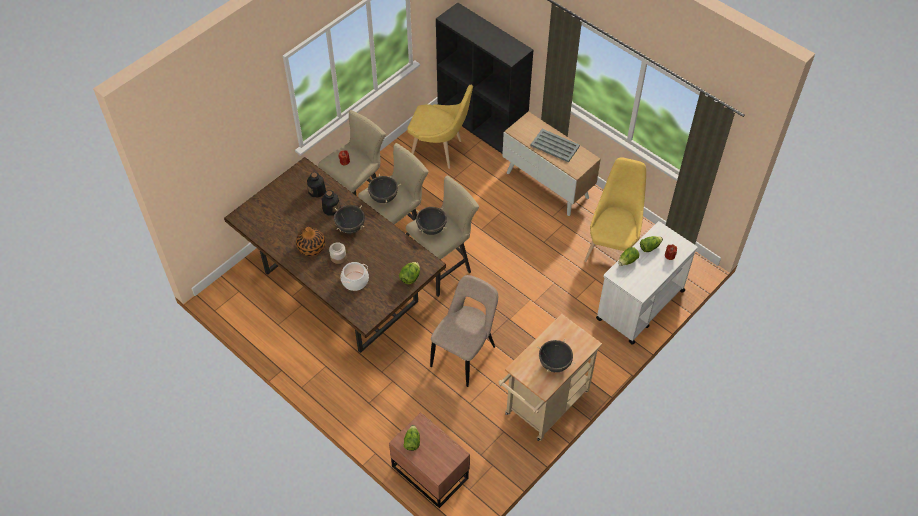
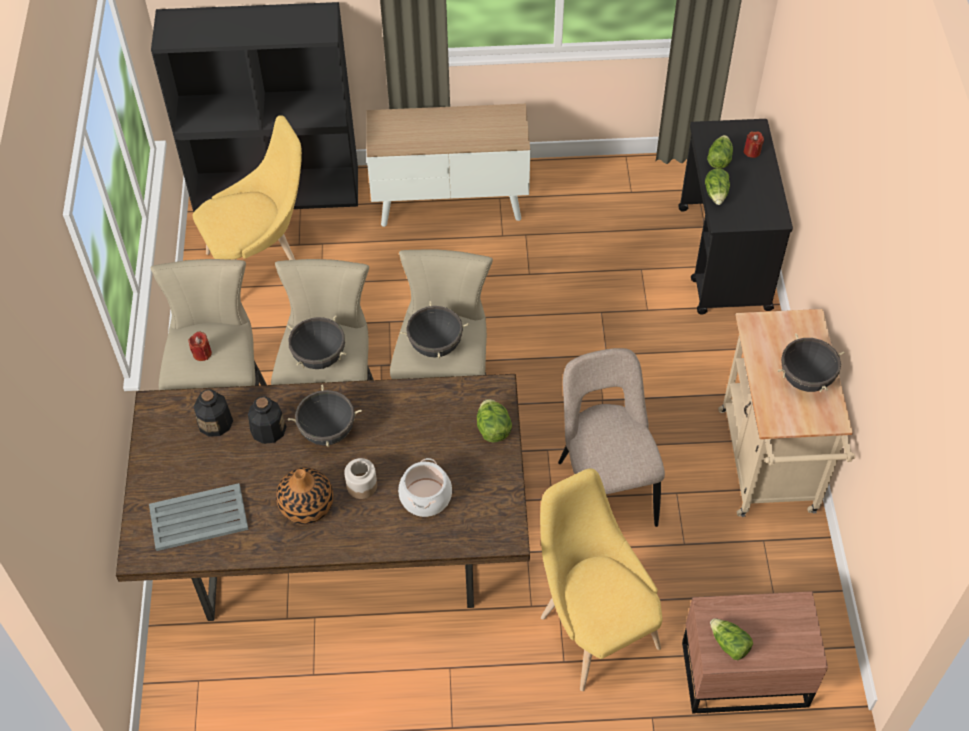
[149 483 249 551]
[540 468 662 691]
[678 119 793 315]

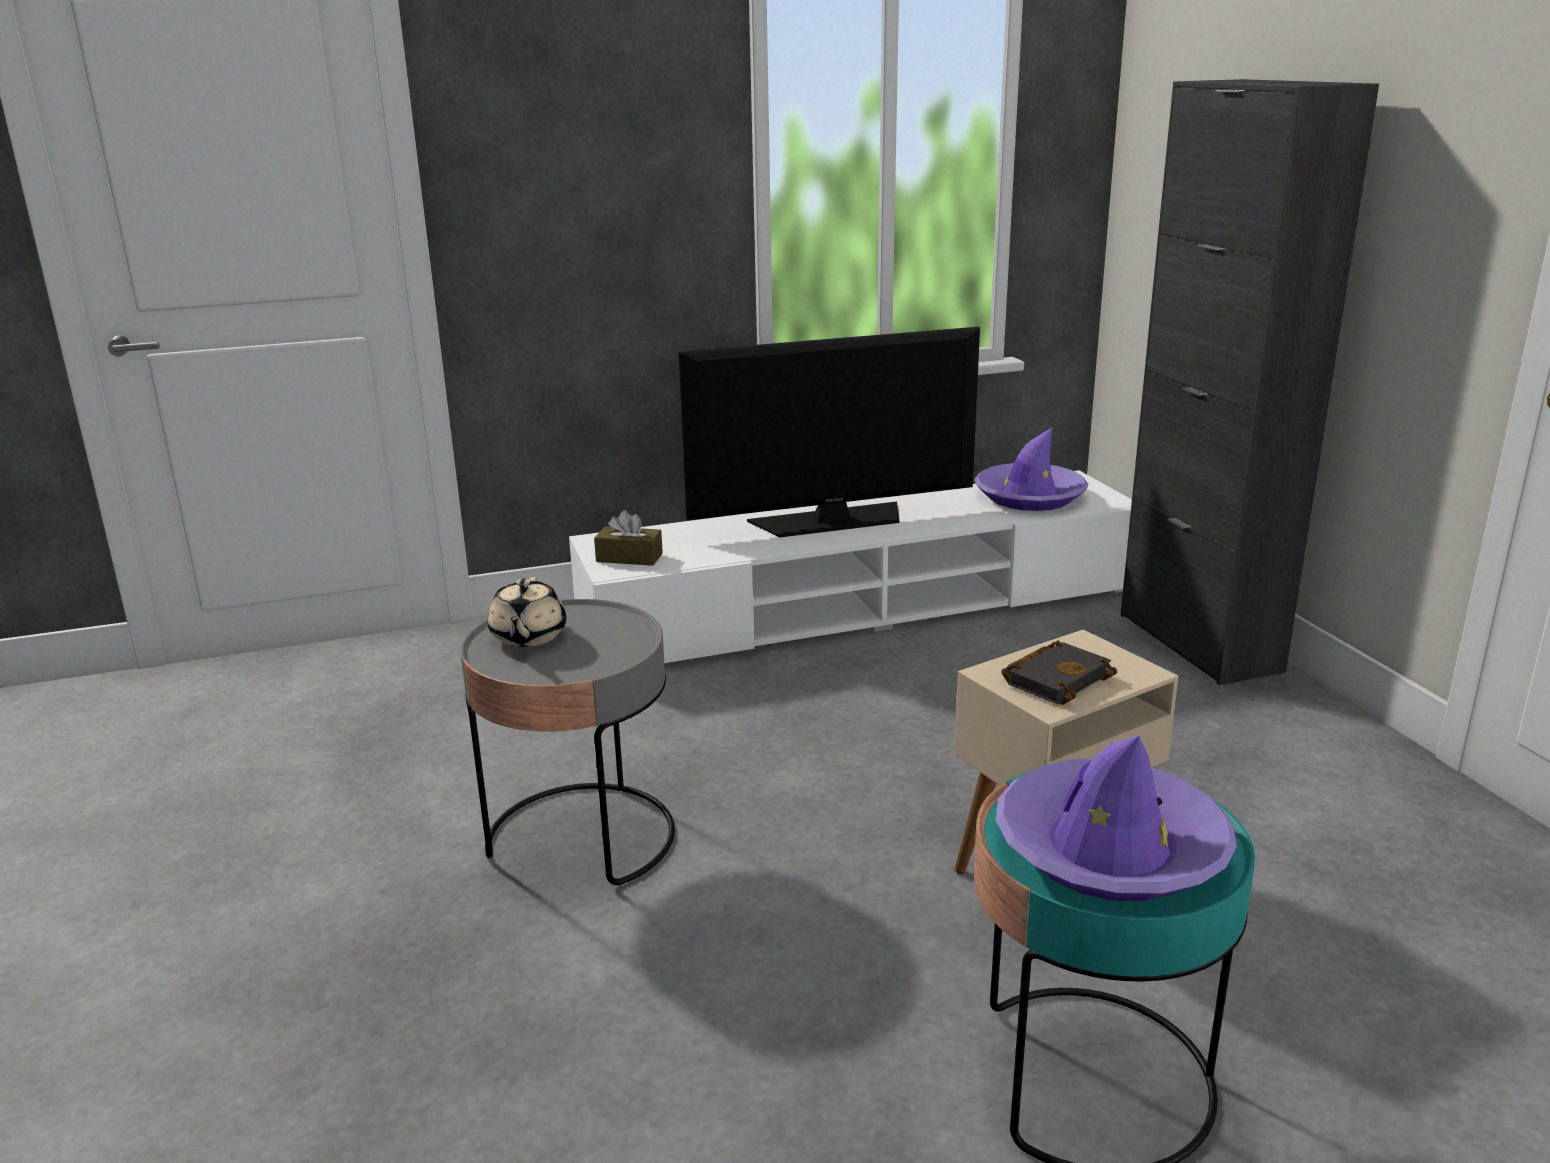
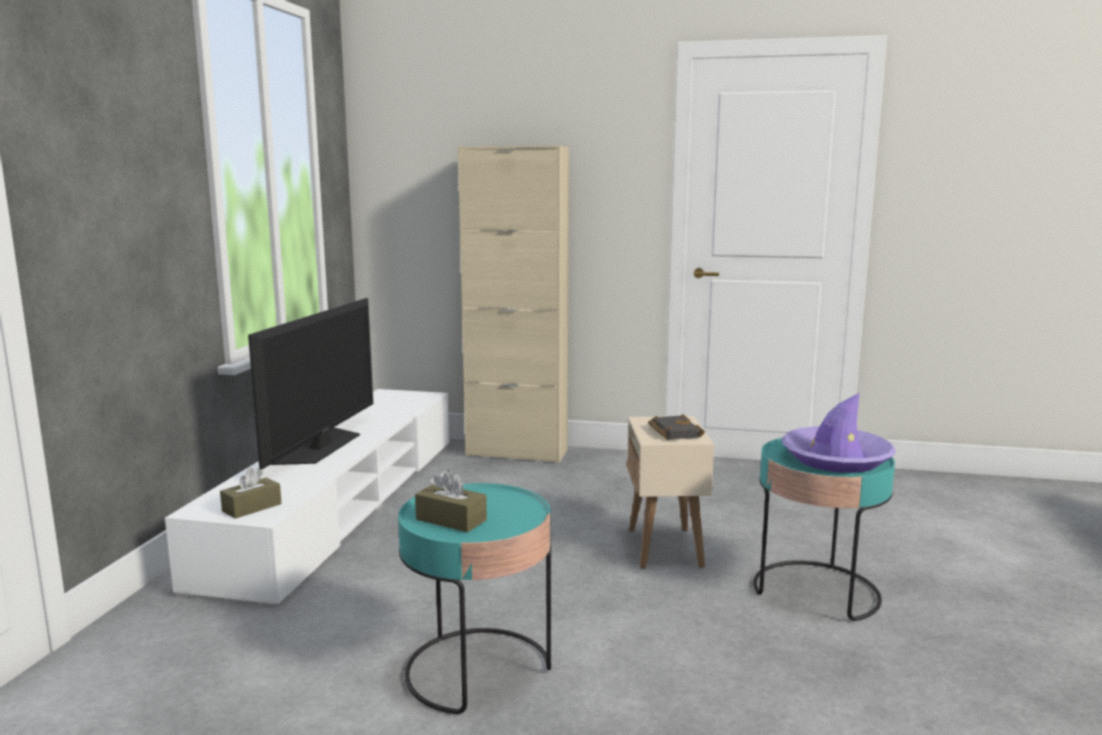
[458 146 569 463]
[974 428 1089 511] (first image)
[415 469 487 532]
[398 483 551 714]

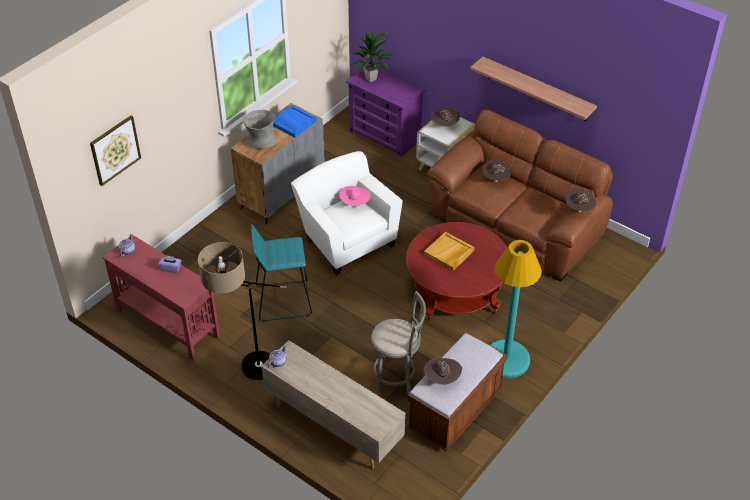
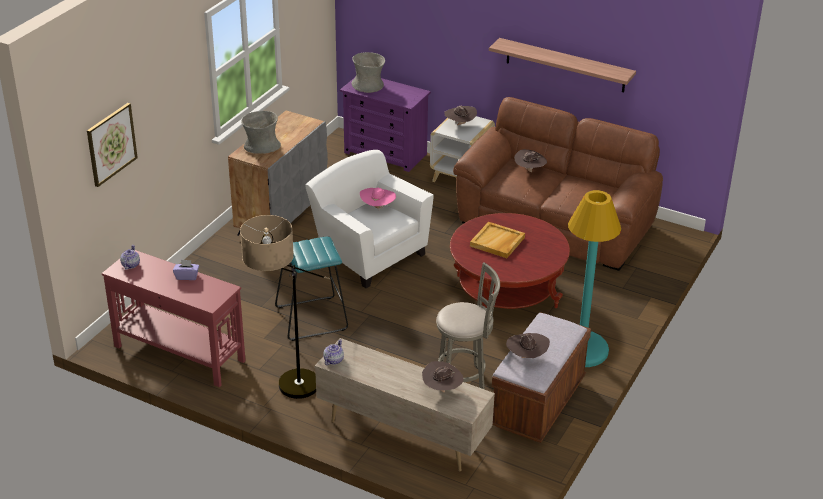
[352 52 385 93]
[273 105 317 138] (first image)
[422 361 464 392]

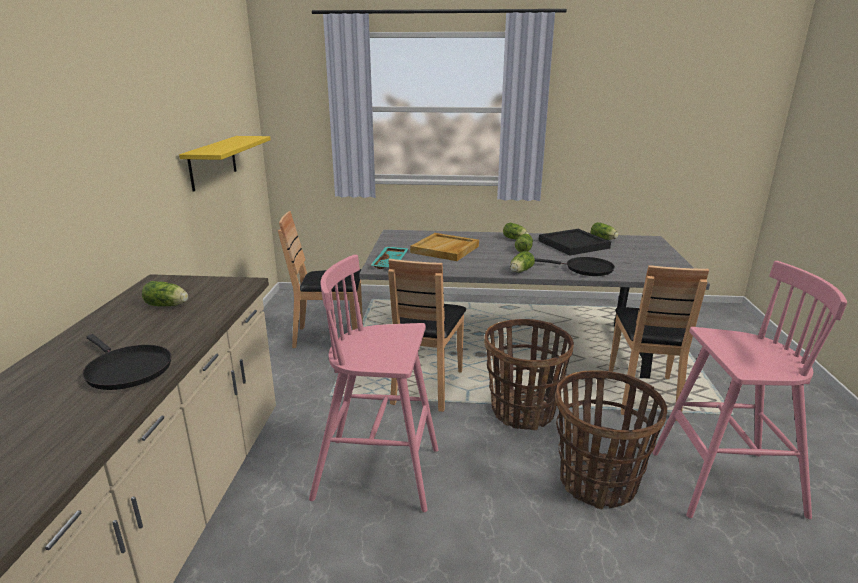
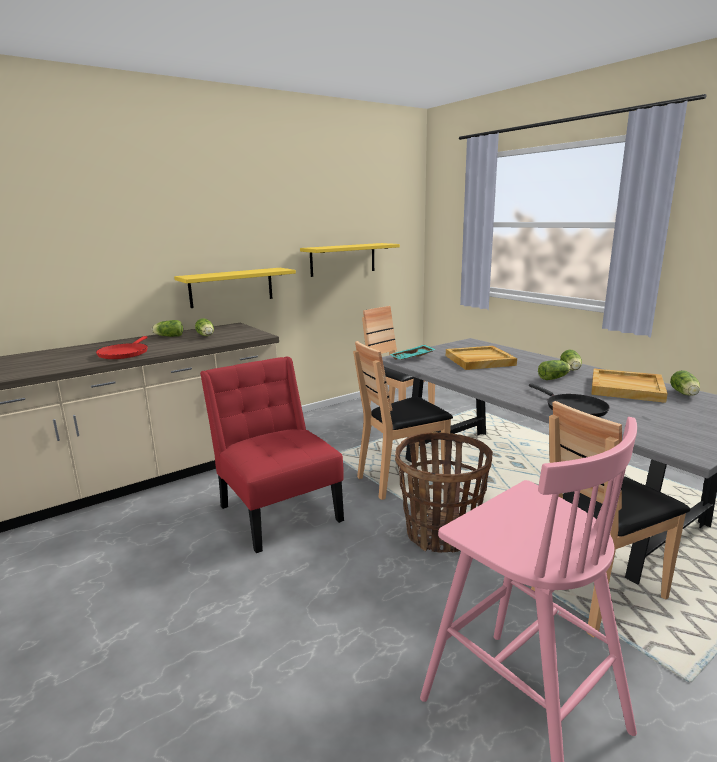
[591 369 668 403]
[152 320 183 337]
[200 356 344 553]
[96 336 148 359]
[555 370 667 509] (first image)
[174 268 296 308]

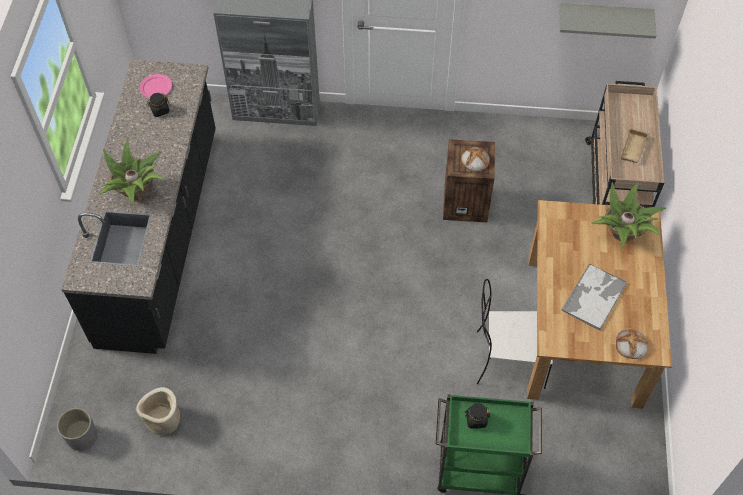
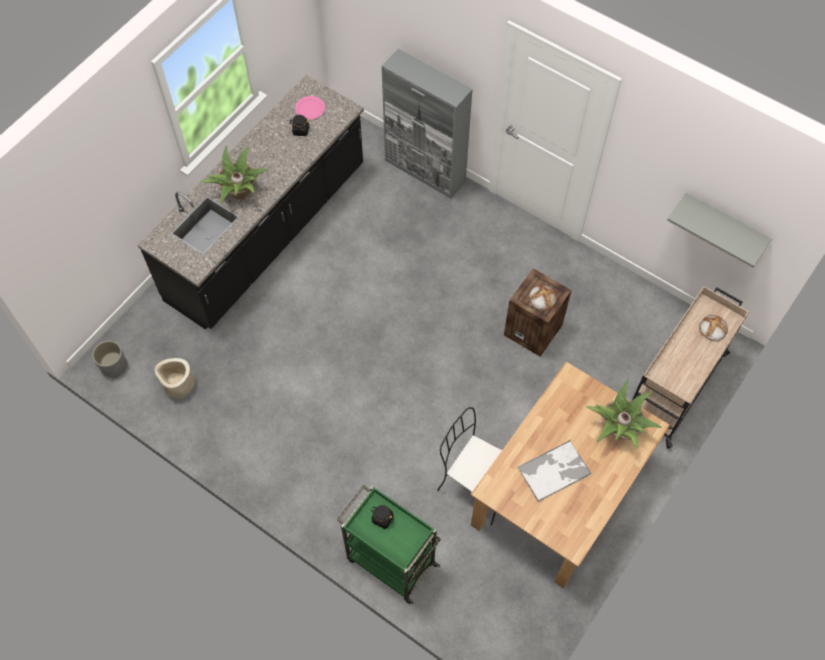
[620 128 649 163] (first image)
[699 315 728 341]

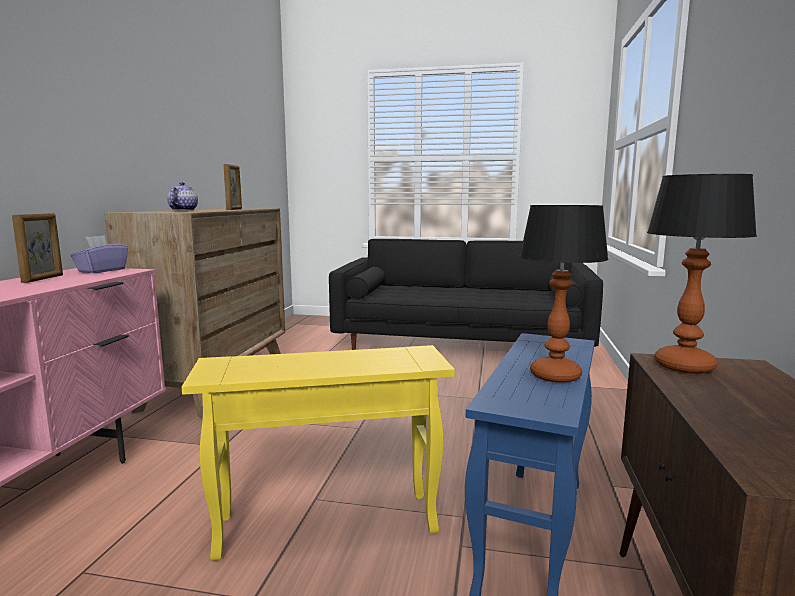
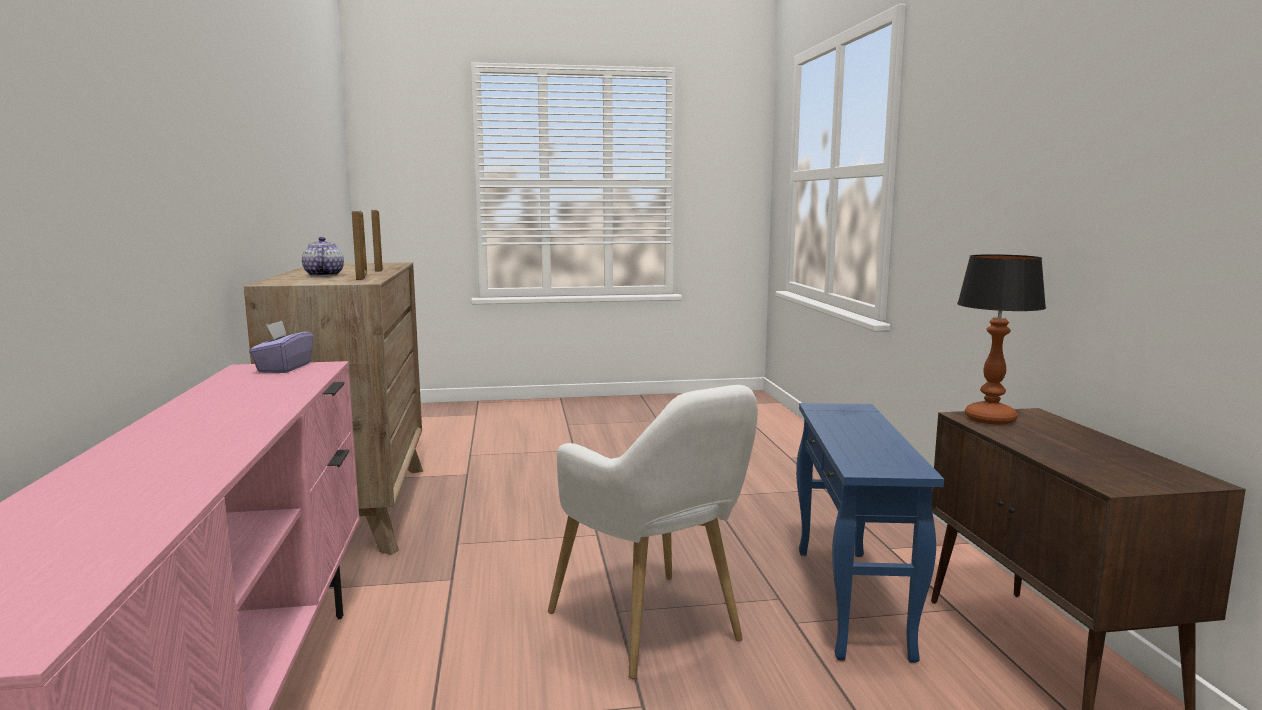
[519 205 609 383] (first image)
[352 211 367 280]
[329 239 603 350] (first image)
[548 385 758 679]

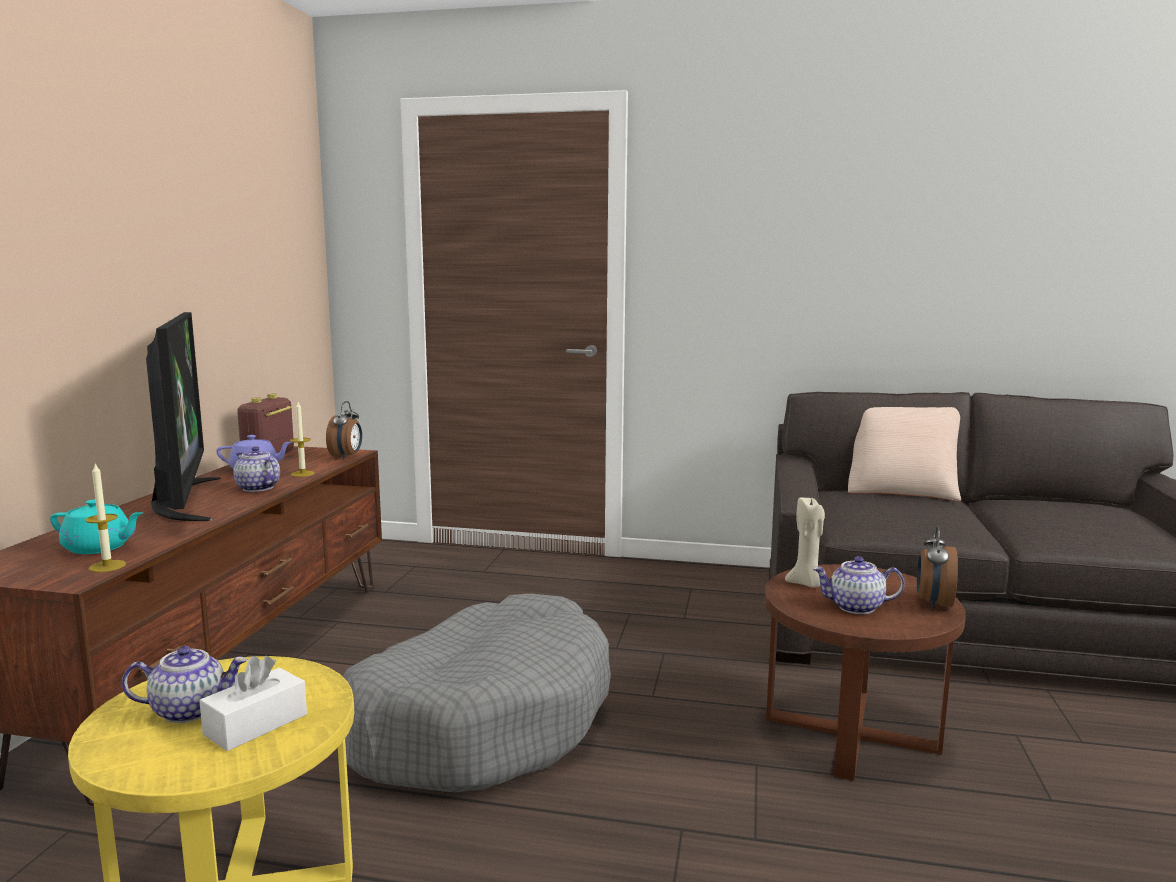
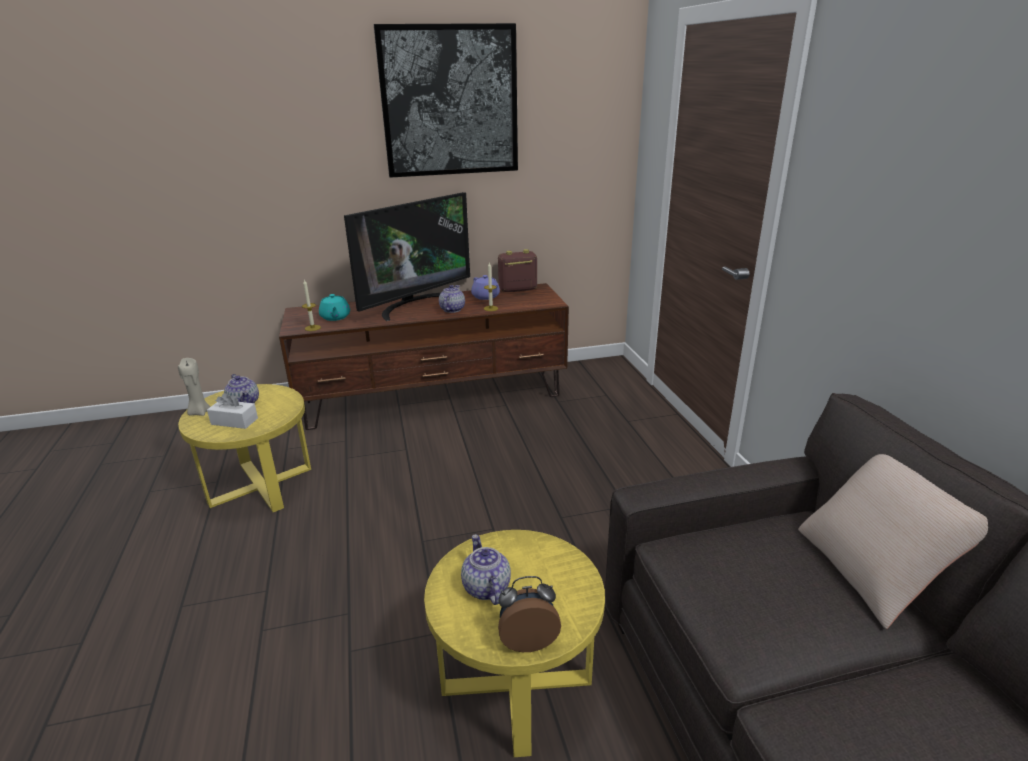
[326 401 362 460] (first image)
[178 358 210 416]
[424 530 605 757]
[343 594 611 792] (first image)
[374 23 518 178]

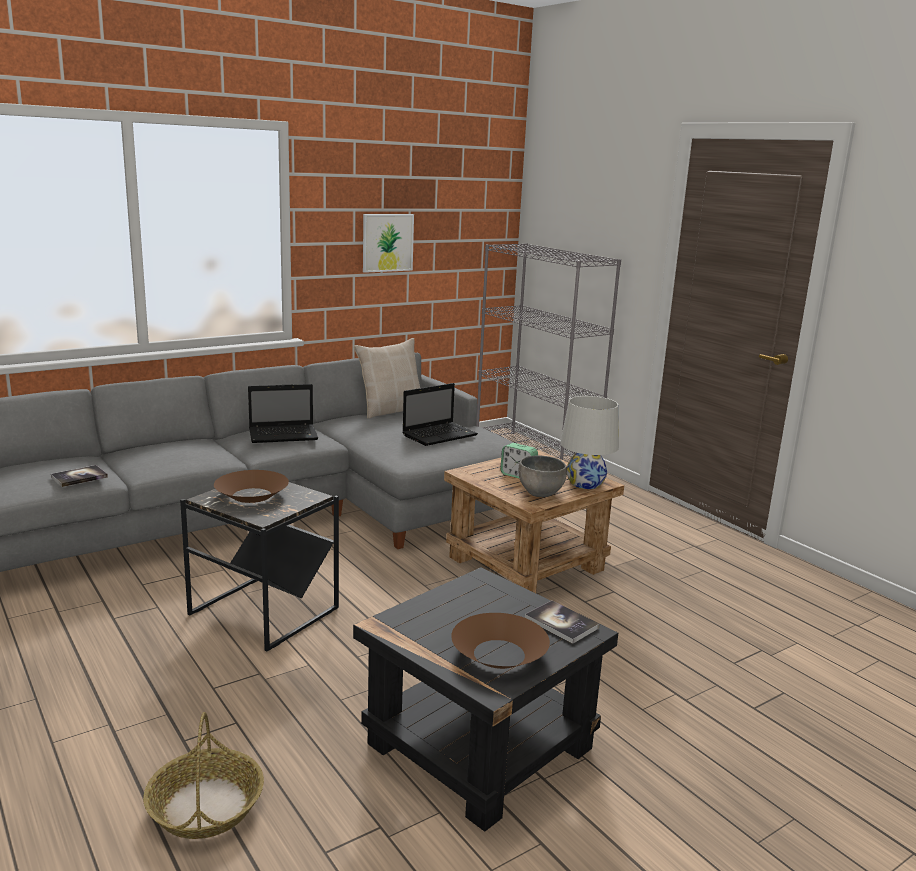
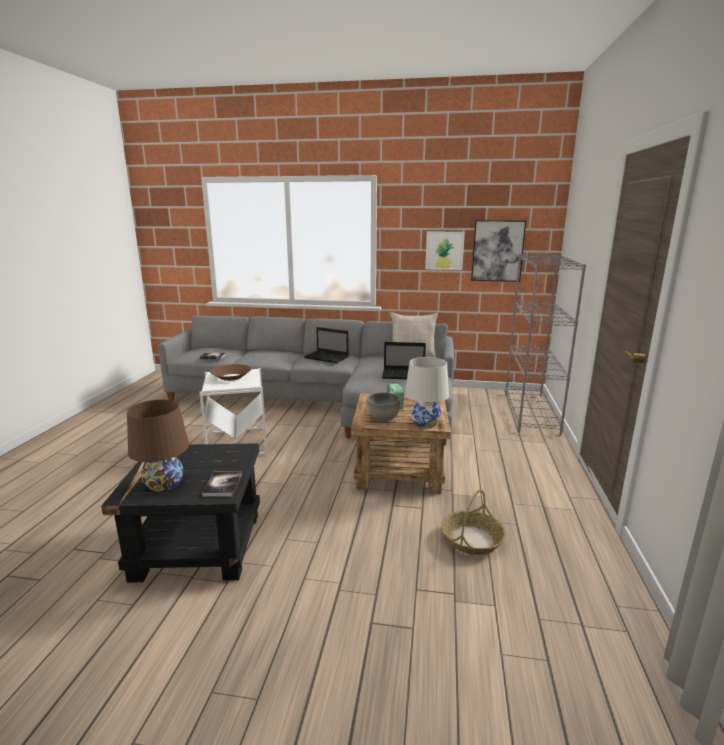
[199 368 267 455]
[127 399 189 491]
[441 489 506 555]
[471 220 526 282]

